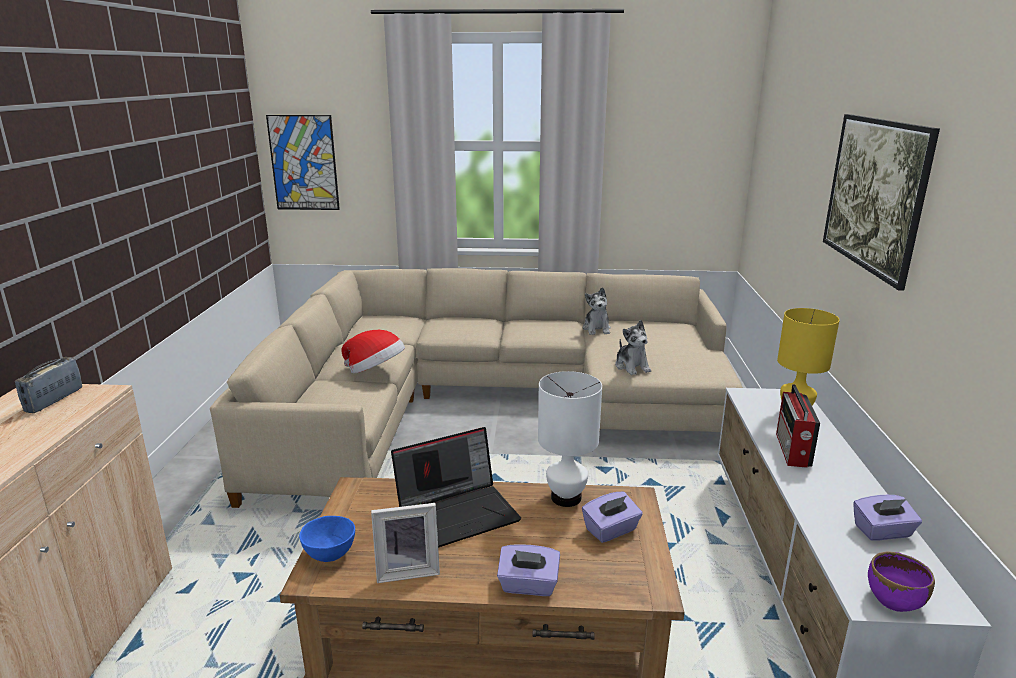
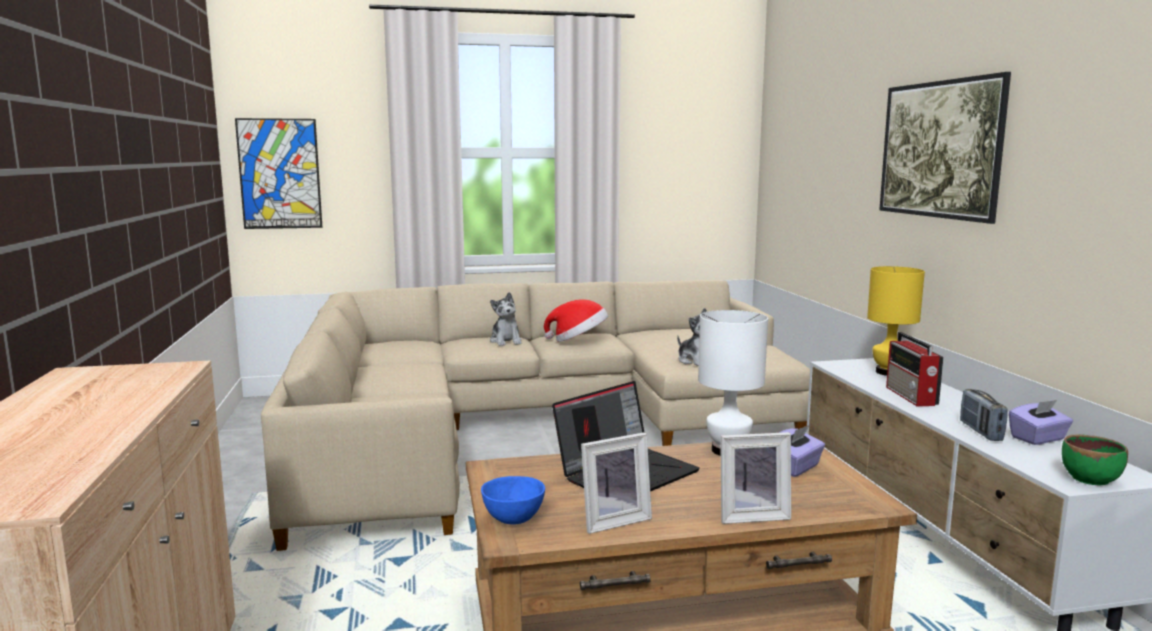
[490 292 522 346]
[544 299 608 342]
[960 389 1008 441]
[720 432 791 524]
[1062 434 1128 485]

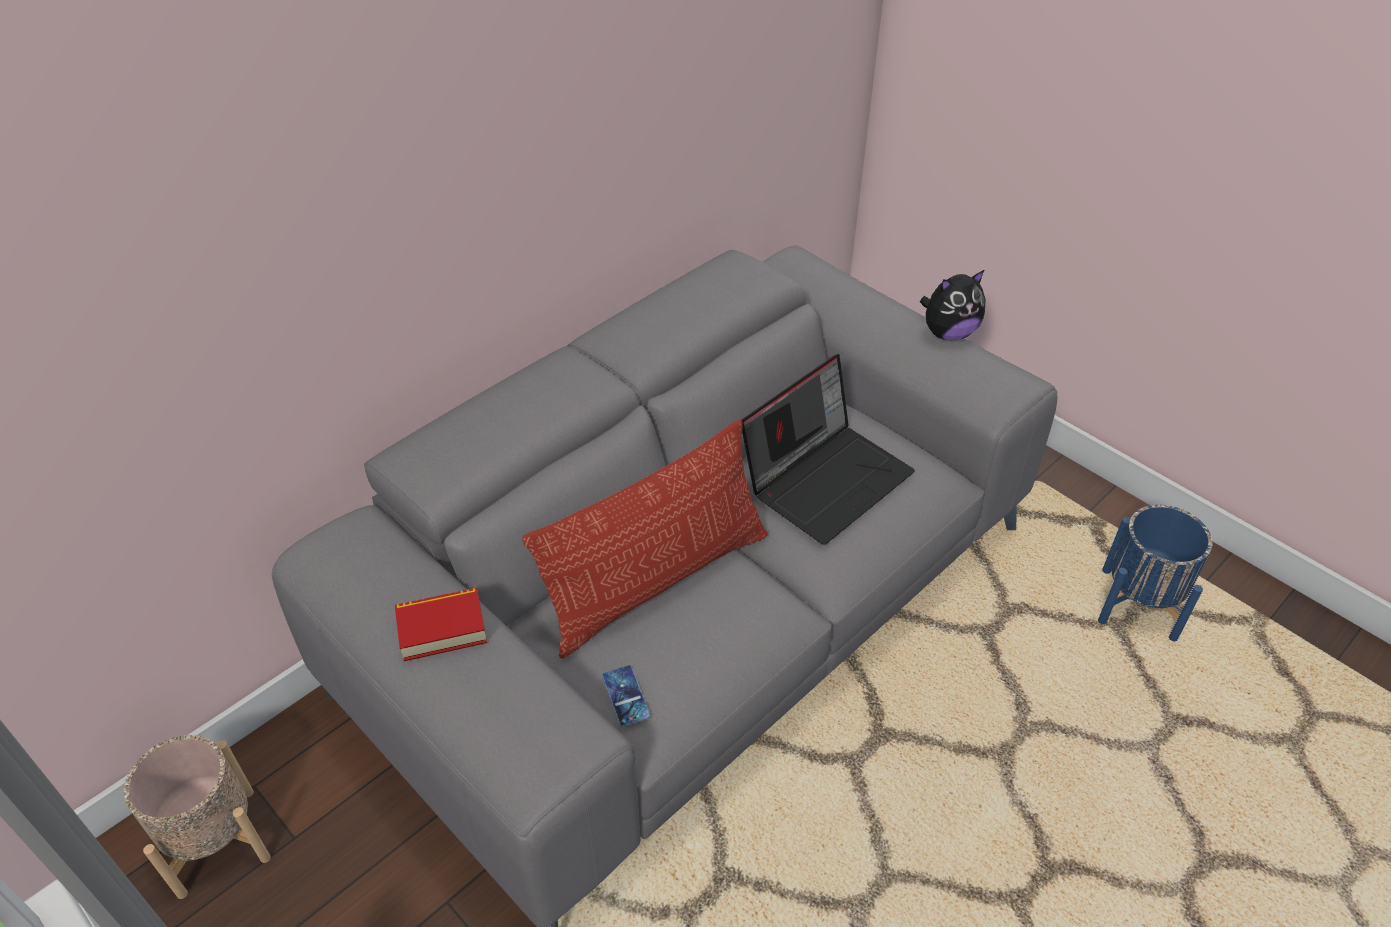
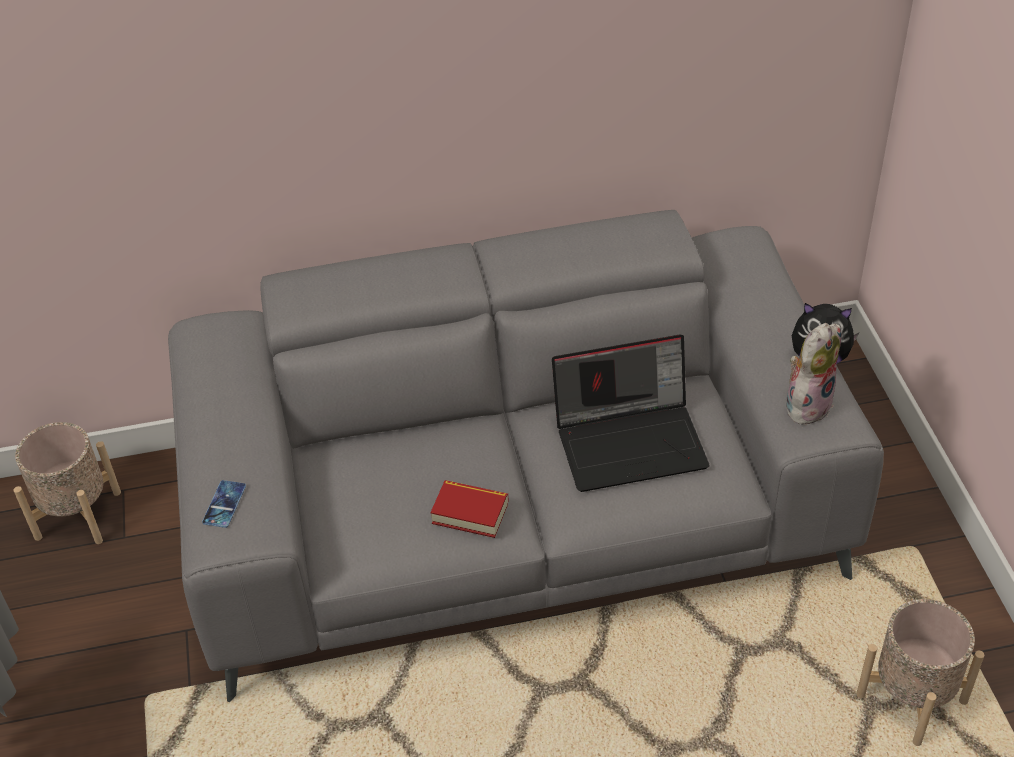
[522 419 768 659] (first image)
[856 599 984 746]
[431 480 509 538]
[202 480 246 528]
[786 323 841 426]

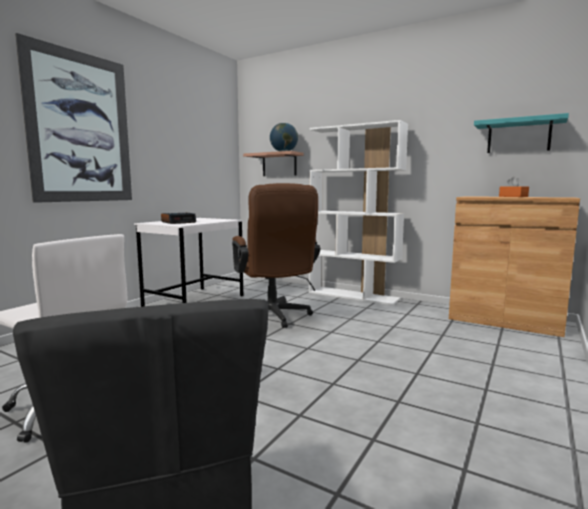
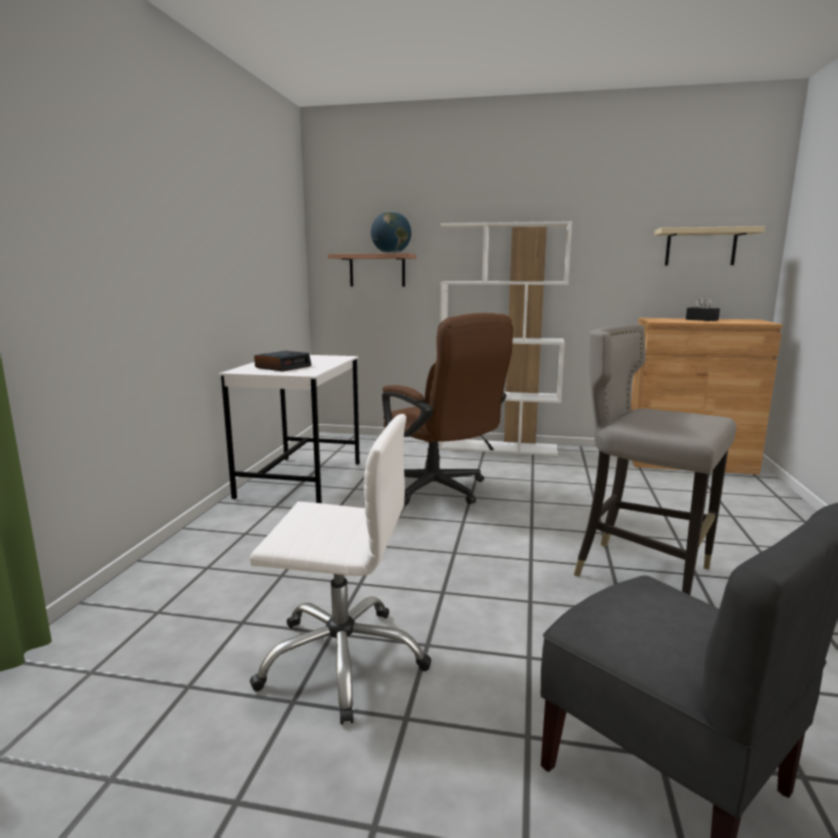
[15 33 132 203] (first image)
[654 226 765 265]
[686 296 720 321]
[574 324 736 595]

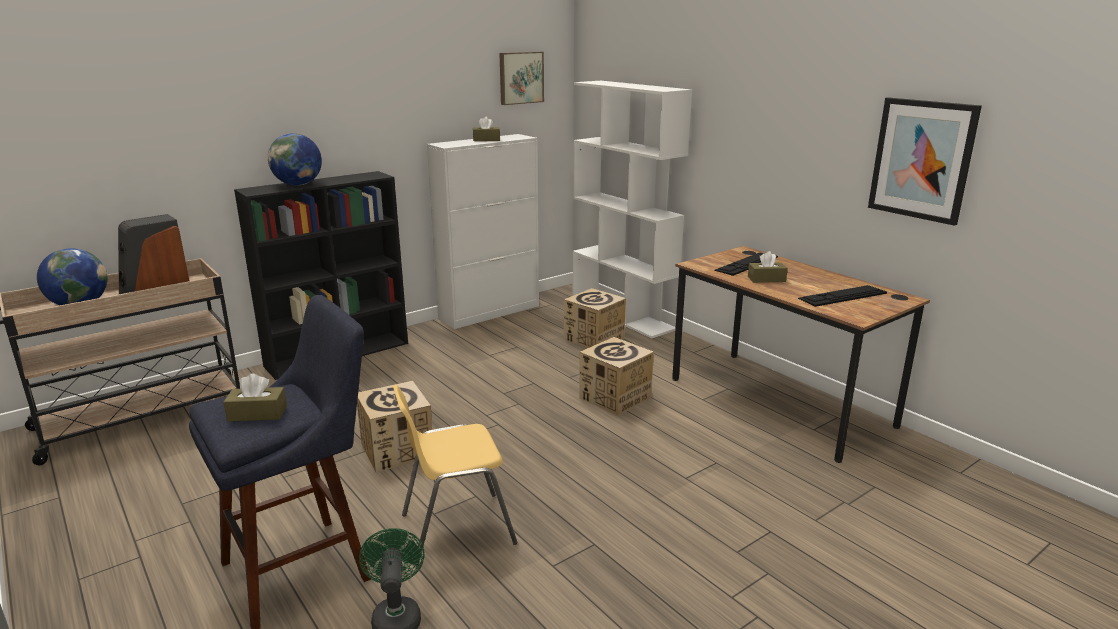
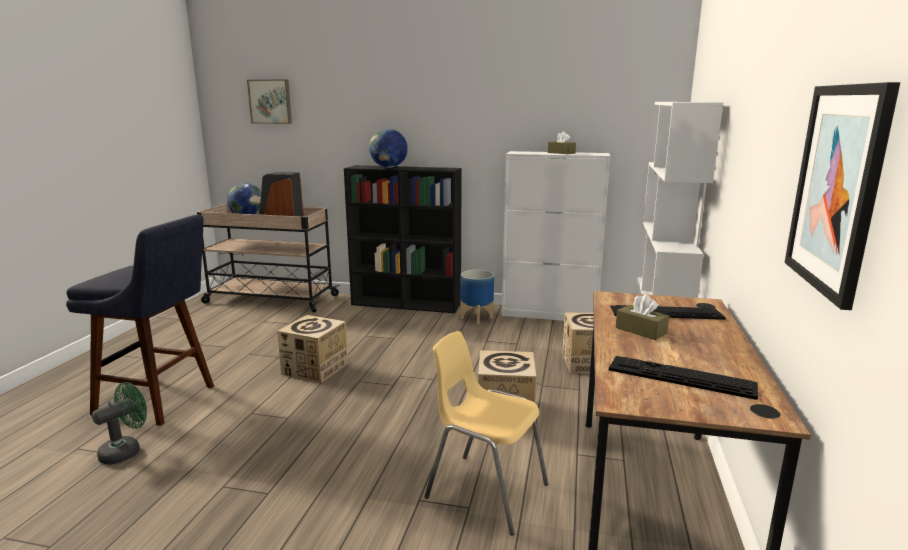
[247 79 292 124]
[223 374 287 422] (first image)
[424 331 548 536]
[460 270 494 324]

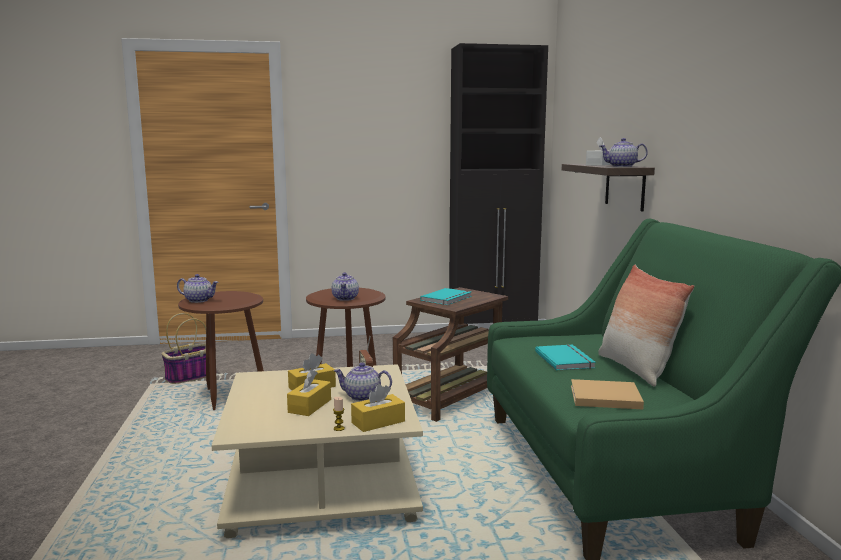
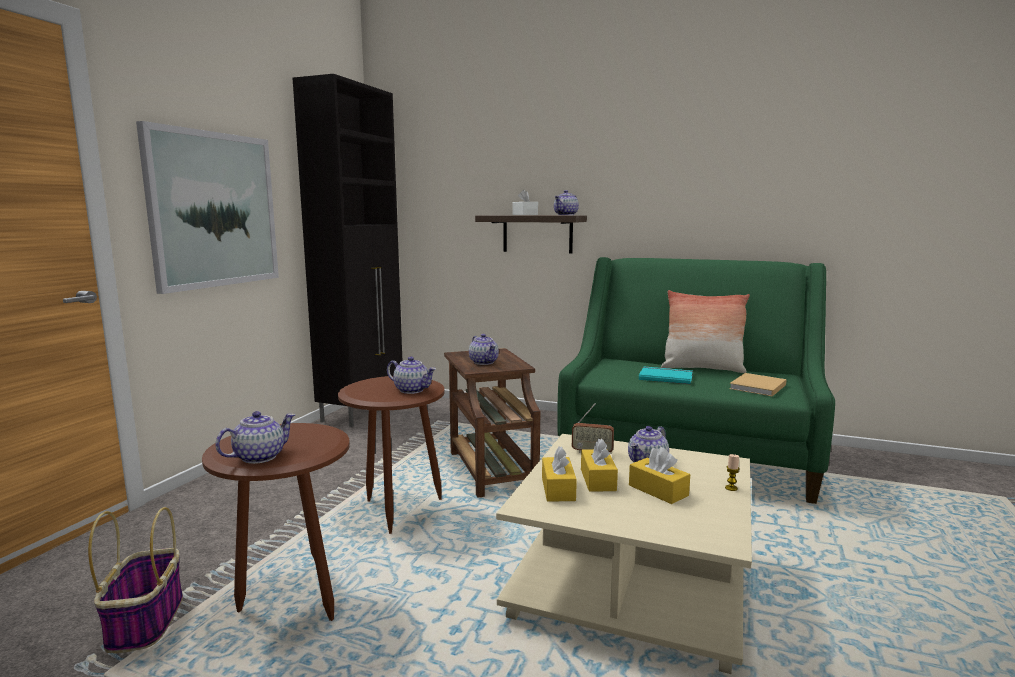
[469 334 499 365]
[542 446 577 502]
[136 121 279 294]

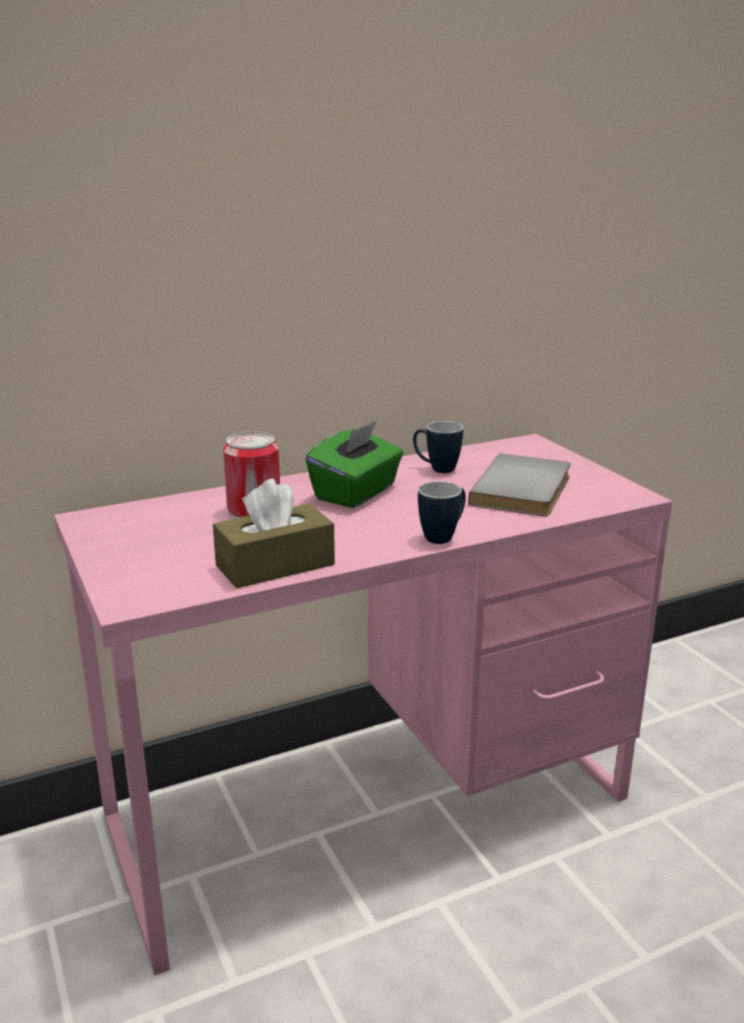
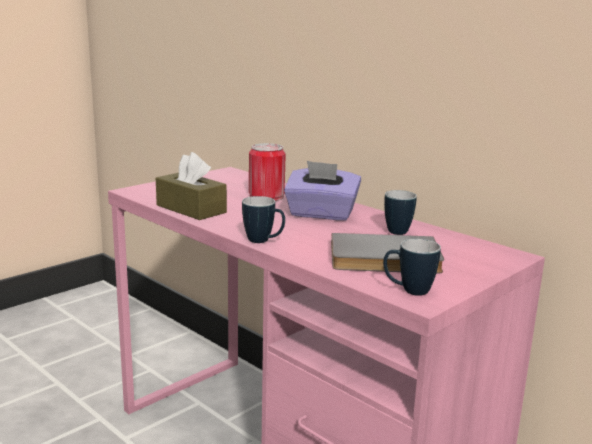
[284 161 361 221]
[383 239 441 296]

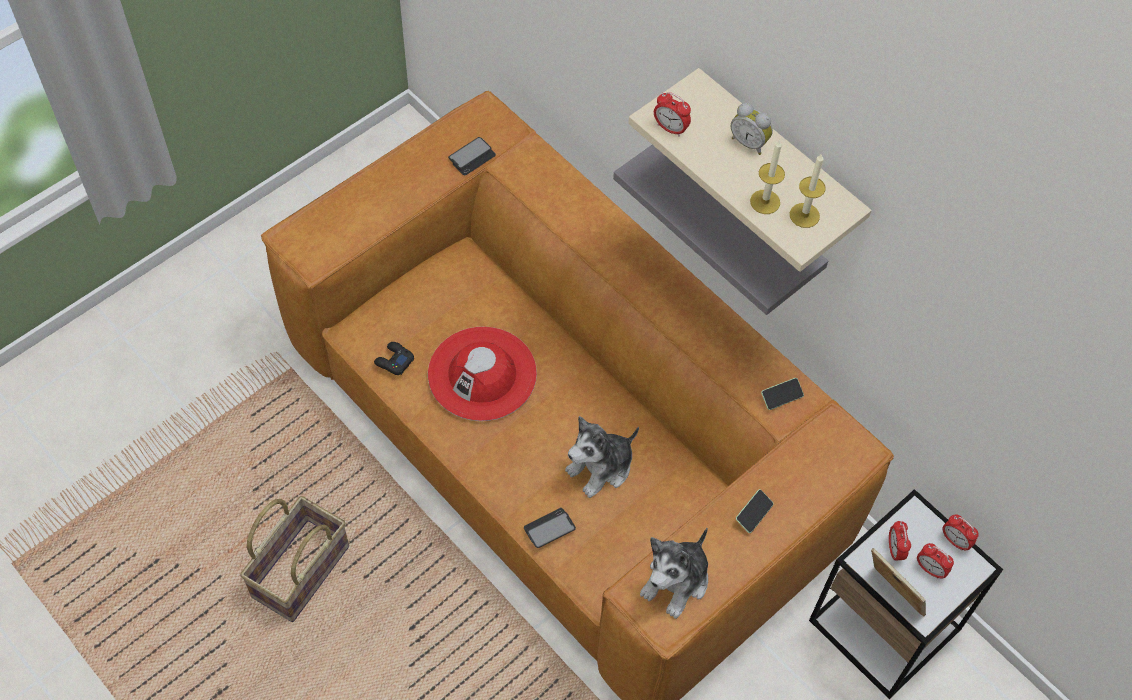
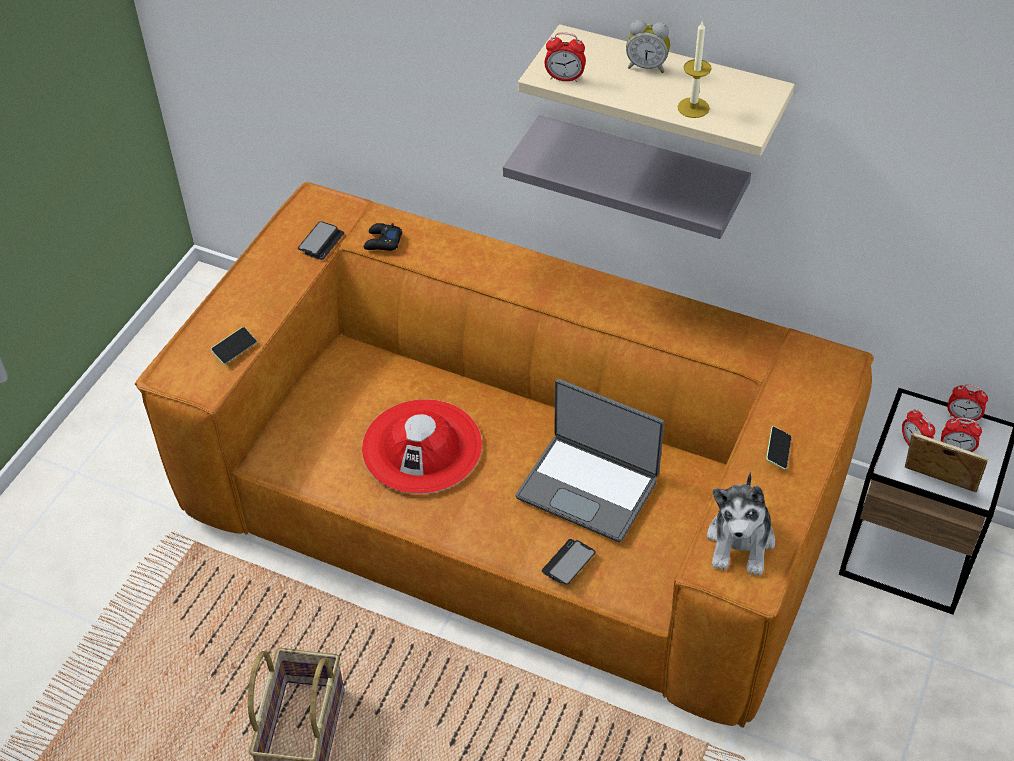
[790 153 826 228] (first image)
[364 223 402 251]
[211 327 257 364]
[516 379 664 542]

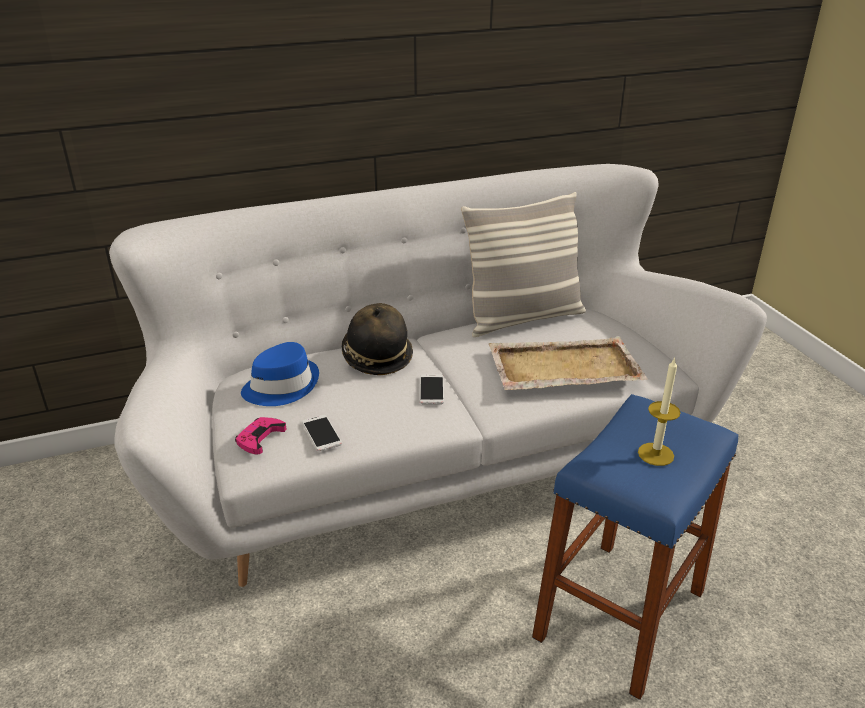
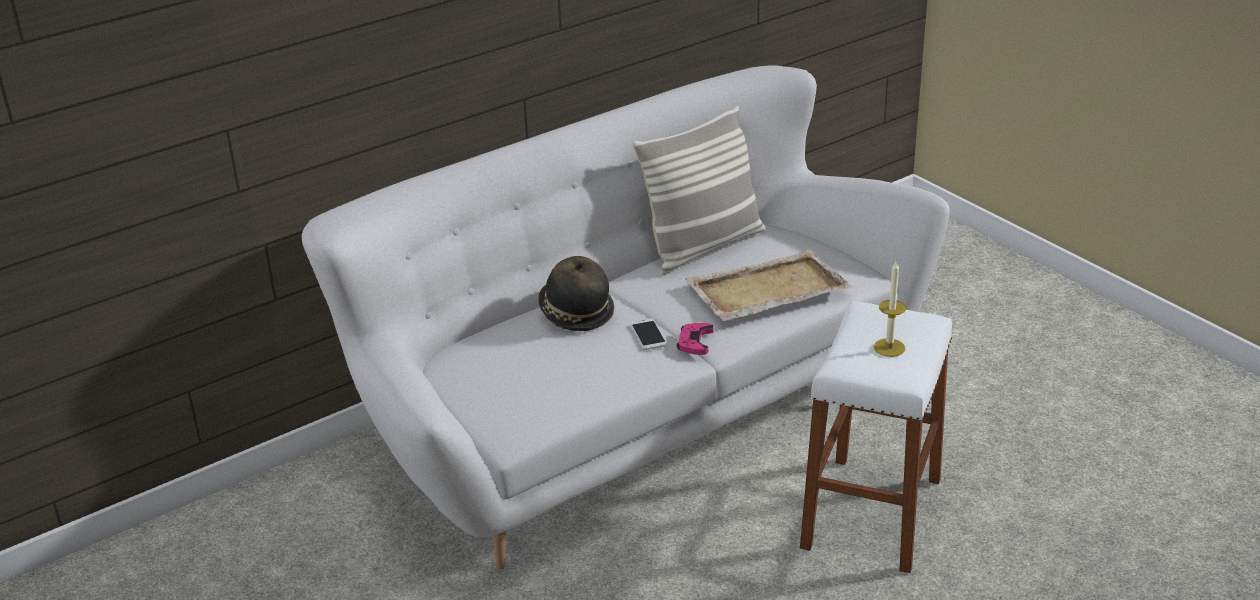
[241 342 319 406] (first image)
[800 301 952 573]
[302 415 342 452] (first image)
[677 323 713 355]

